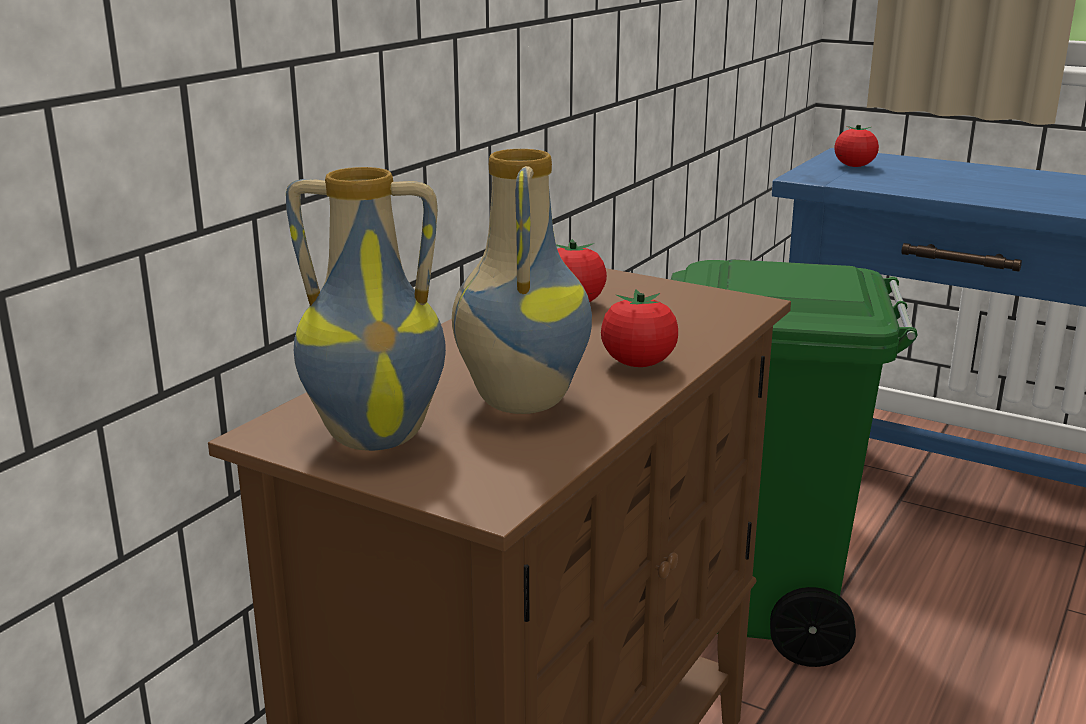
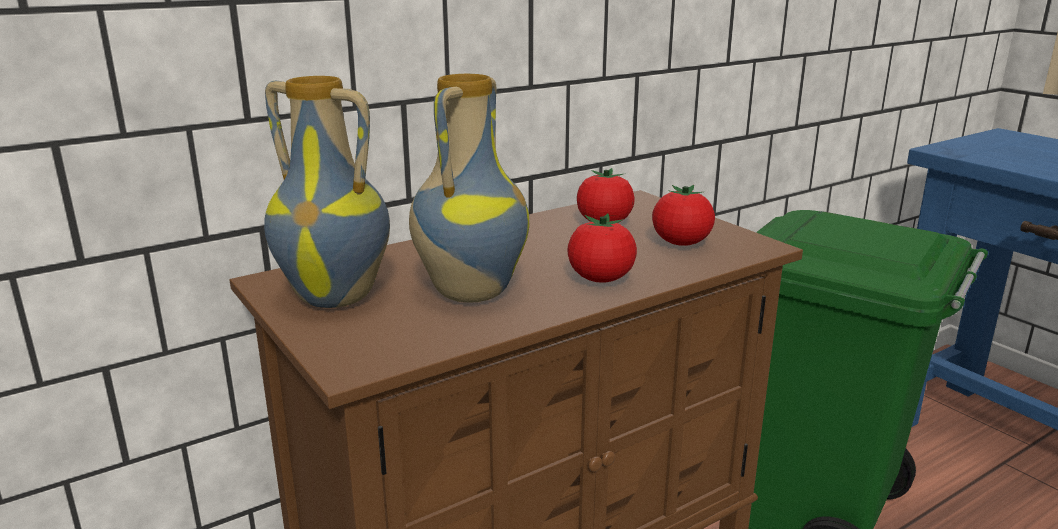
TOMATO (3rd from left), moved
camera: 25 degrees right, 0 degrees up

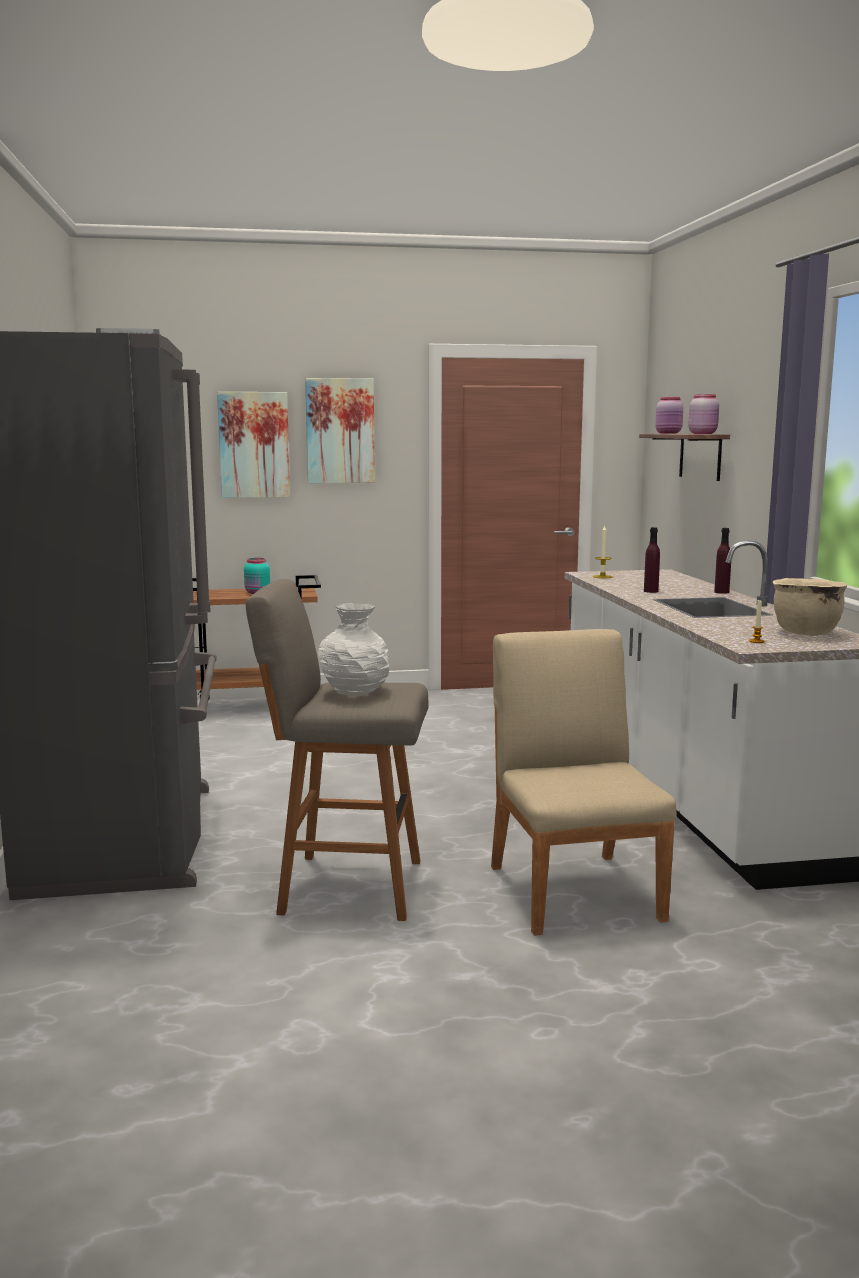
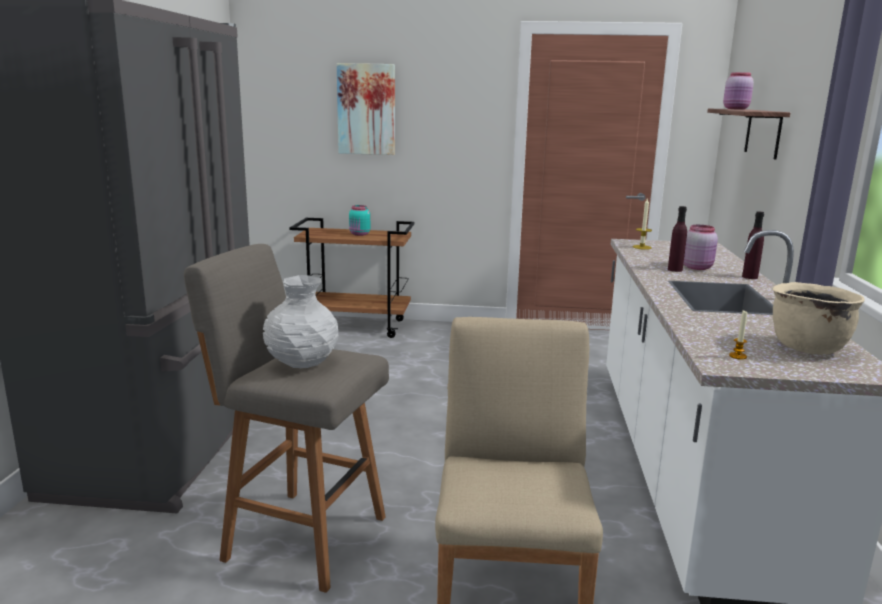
PICTURE (2nd from left) → -
PINK JAR (2nd from left in the first image) → PINK JAR (1st from left), moved
camera: 15 degrees right, 5 degrees up

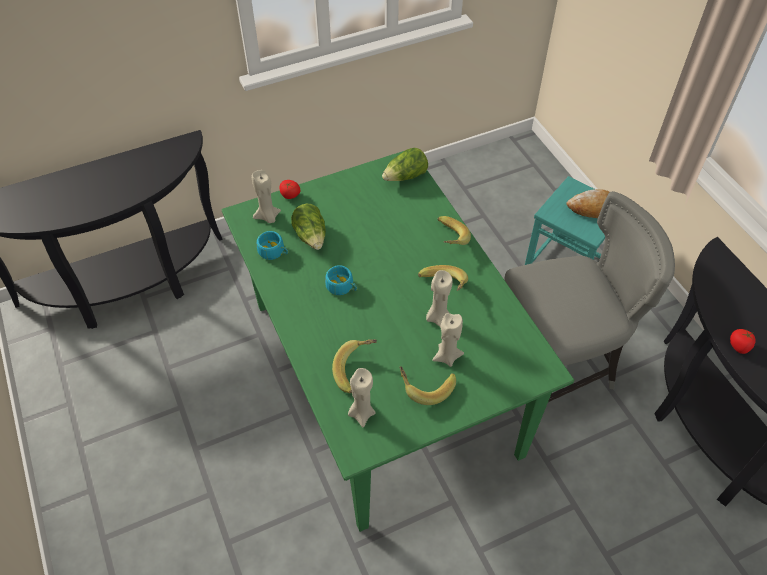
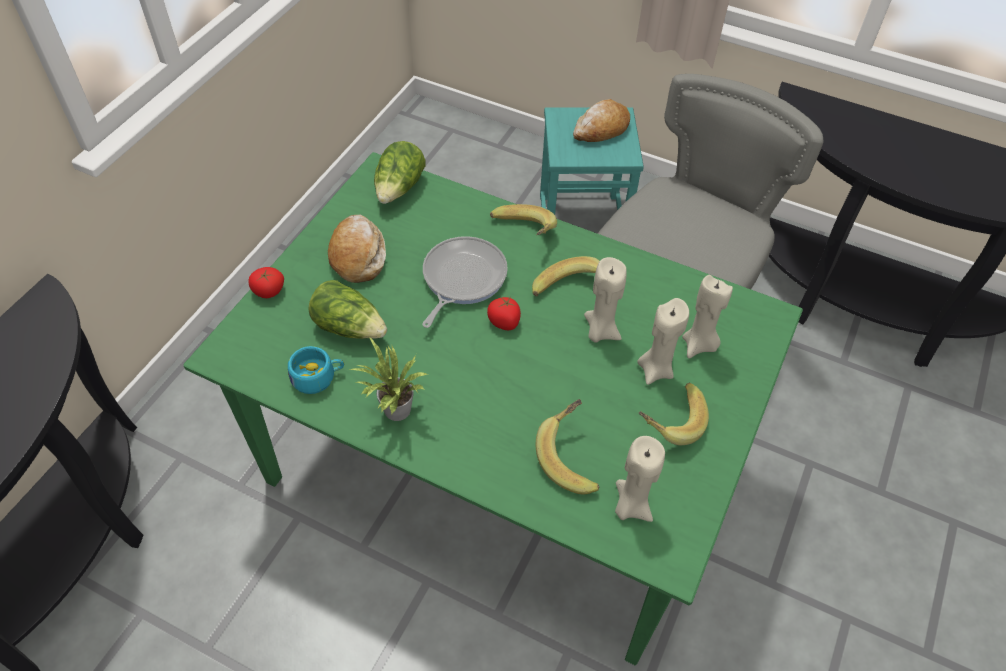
BEIGE CANDLE (1st from left in the first image) → BEIGE CANDLE (4th from left), moved
TURQUOISE CUP (2nd from left) → -
TOMATO (2nd from left), moved
- → BREAD (1st from left)
- → POTTED PLANT
- → FRYING PAN
camera: 40 degrees left, 0 degrees up

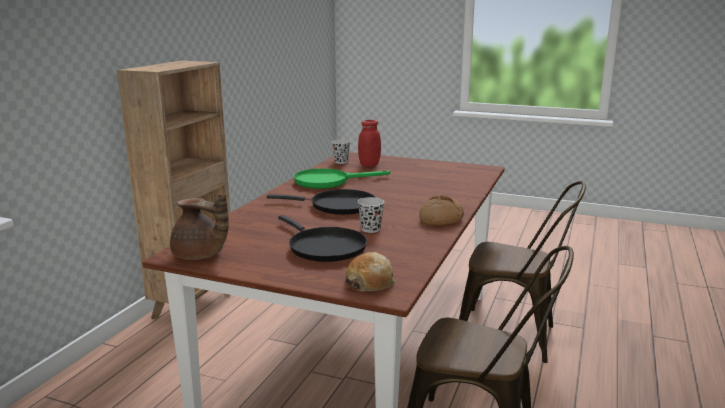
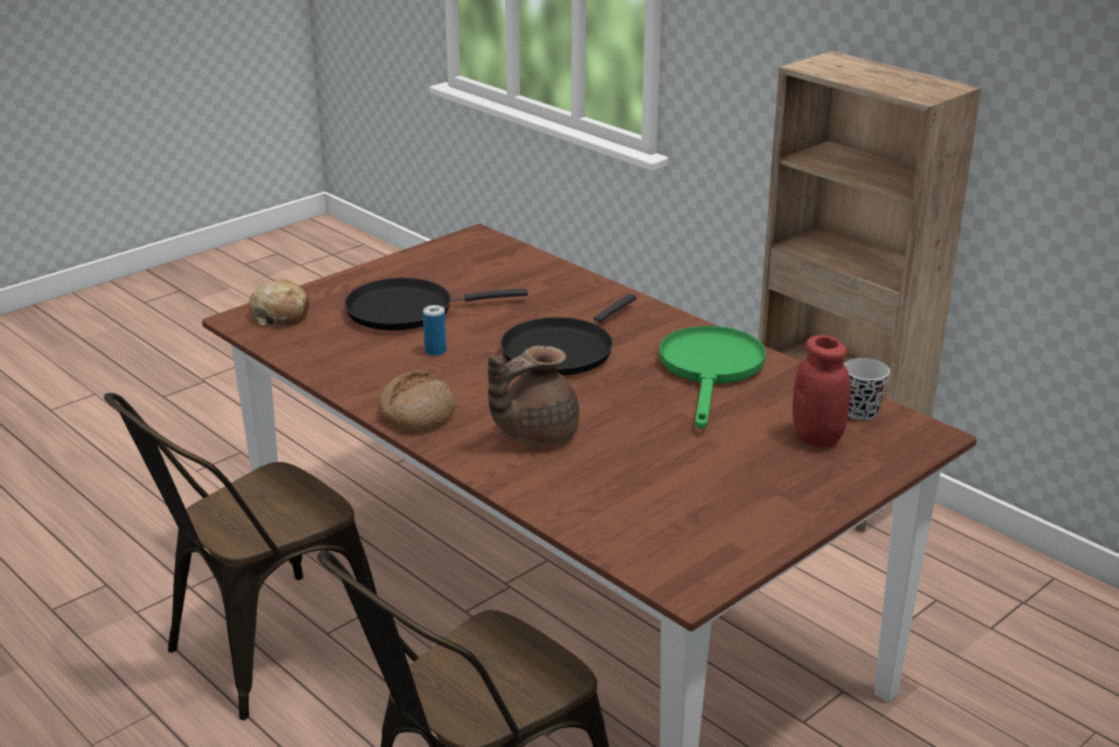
BROWN TEAPOT, moved
BLACK CUP (2nd from left) → CAN
camera: 115 degrees right, 10 degrees up

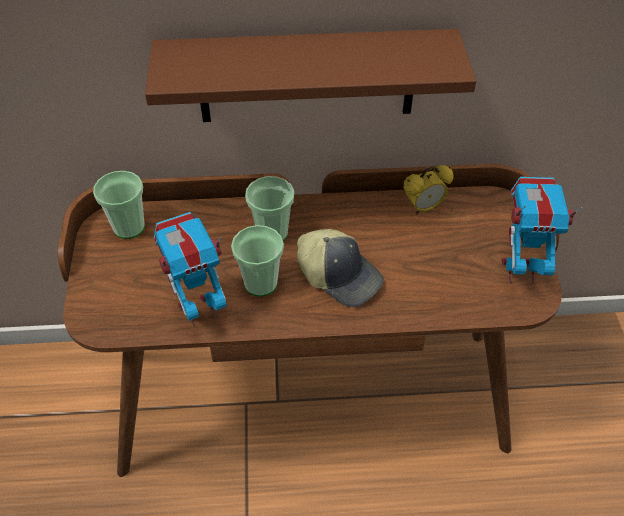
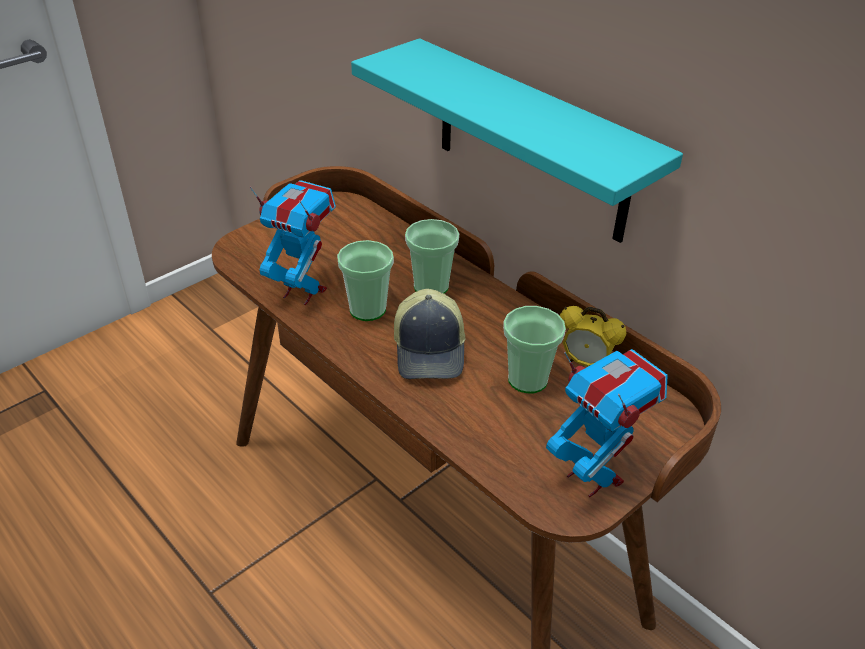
CUP (1st from left in the first image) → CUP (3rd from left), moved
BROWN SHELF → TURQUOISE SHELF
camera: 50 degrees right, 10 degrees down

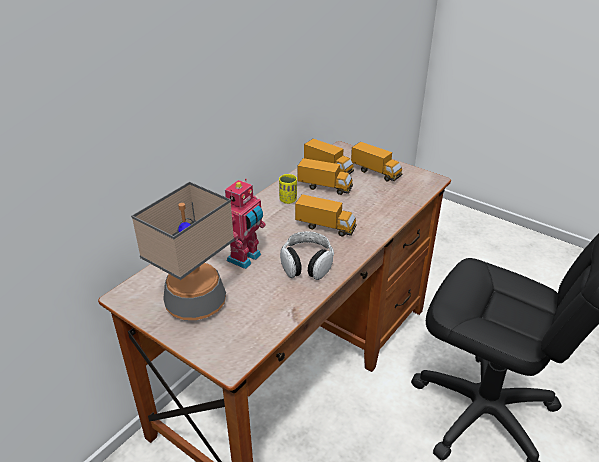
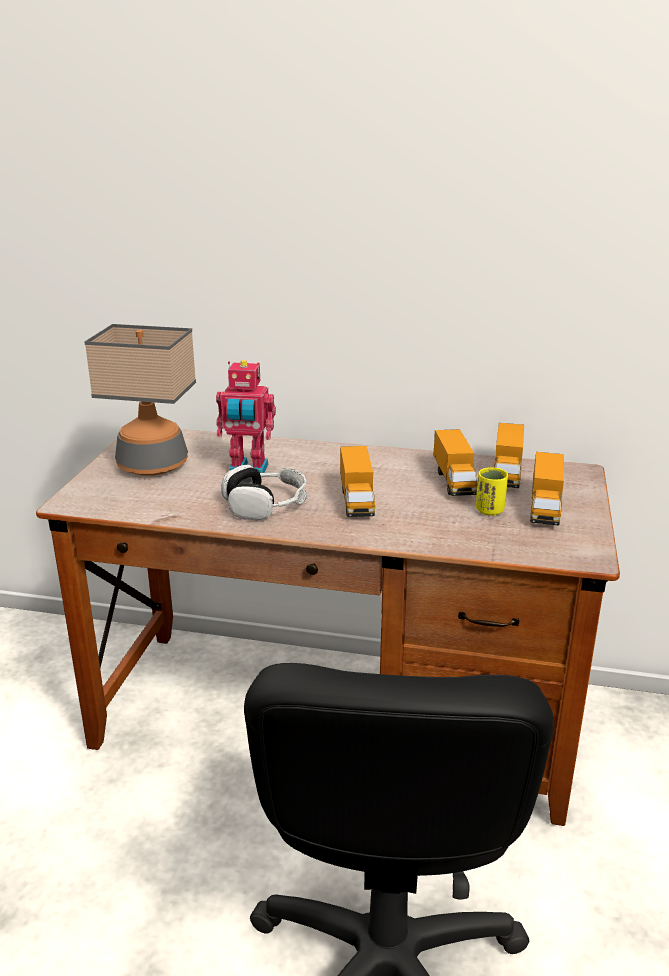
YELLOW CUP, moved
camera: 65 degrees right, 10 degrees down

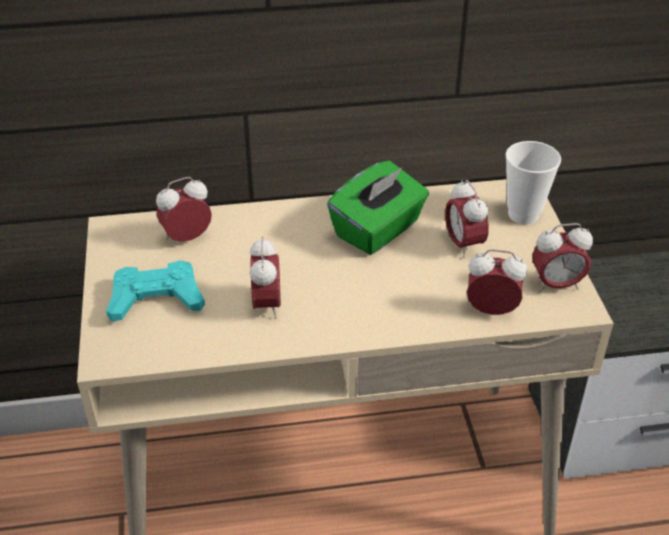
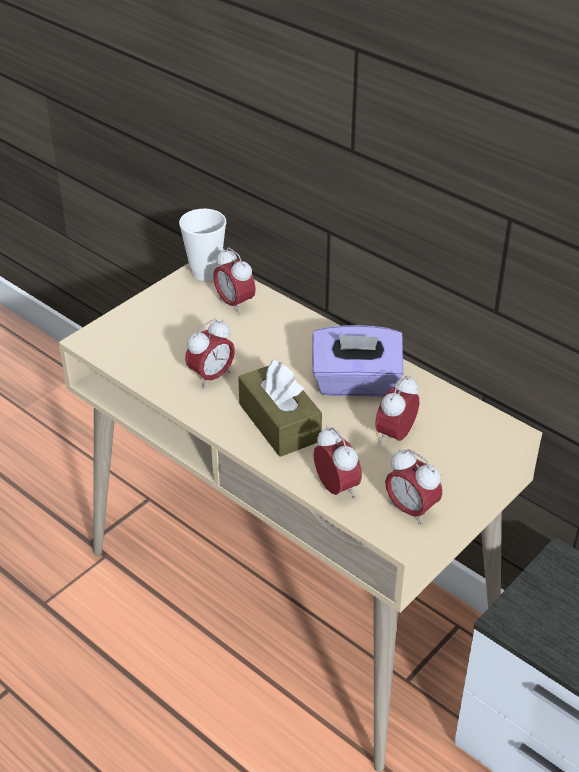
TURQUOISE GAME CONTROLLER → -
ALARM CLOCK (1st from left in the first image) → ALARM CLOCK (2nd from left), 150 degrees counterclockwise
GREEN TISSUE BOX → PURPLE TISSUE BOX
CUP, moved
- → BROWN TISSUE BOX
camera: 50 degrees right, 0 degrees up

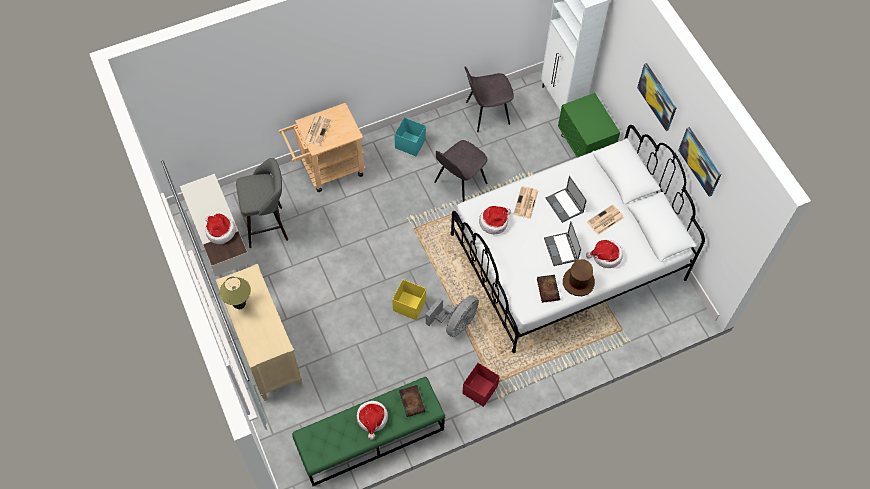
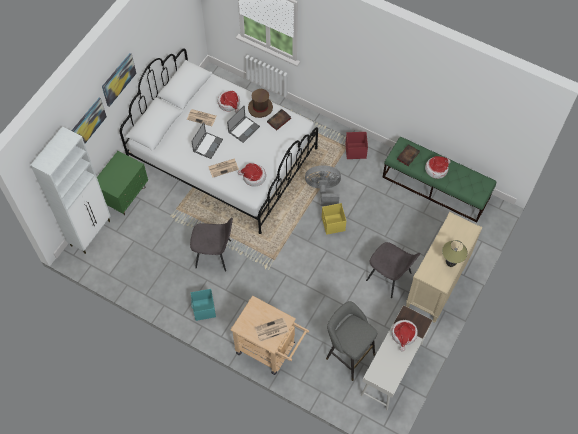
GREY CHAIR (2nd from left), moved
PICTURE (2nd from left in the first image) → PICTURE (1st from left), moved
camera: 125 degrees left, 0 degrees up

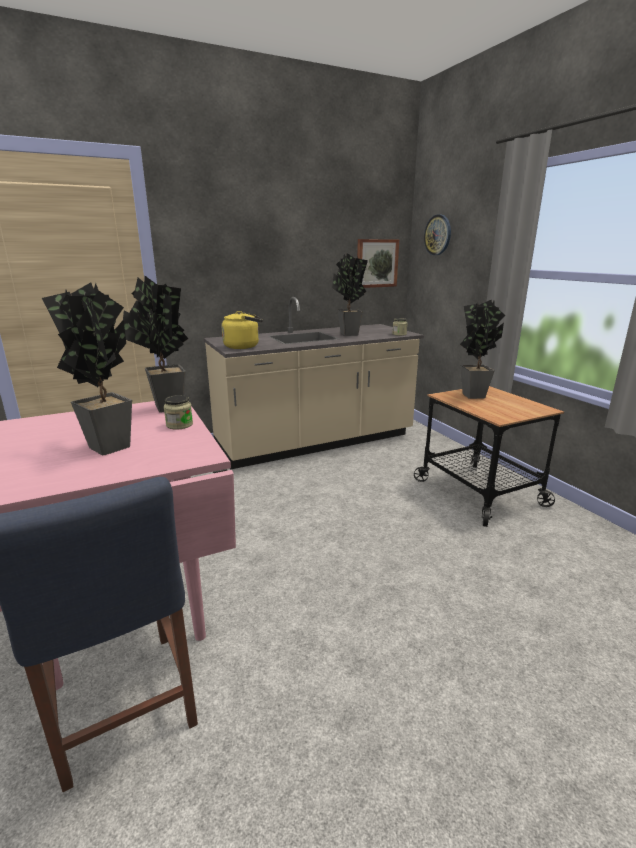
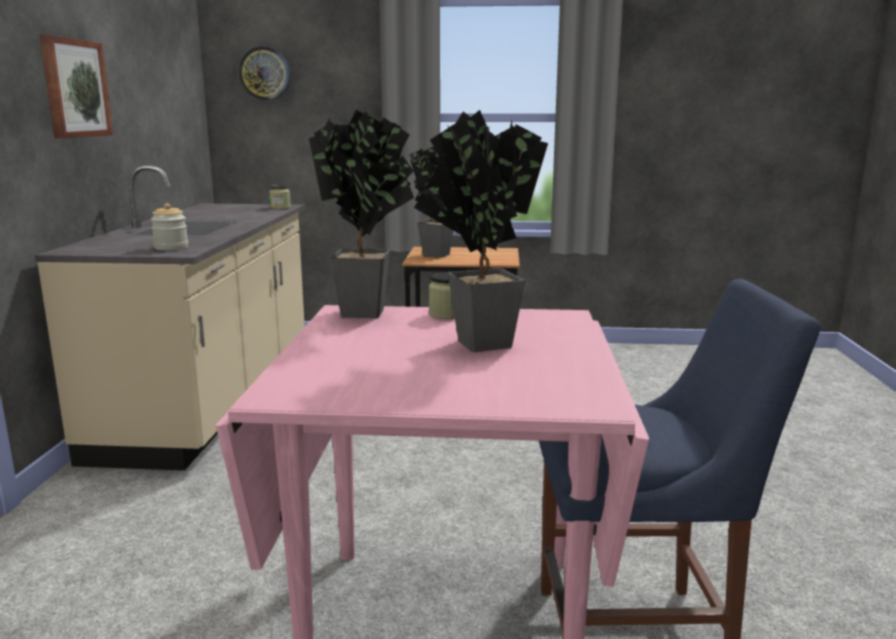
YELLOW KETTLE → JAR (1st from left)
POTTED PLANT (3rd from left) → -
PICTURE, moved
camera: 60 degrees left, 5 degrees down

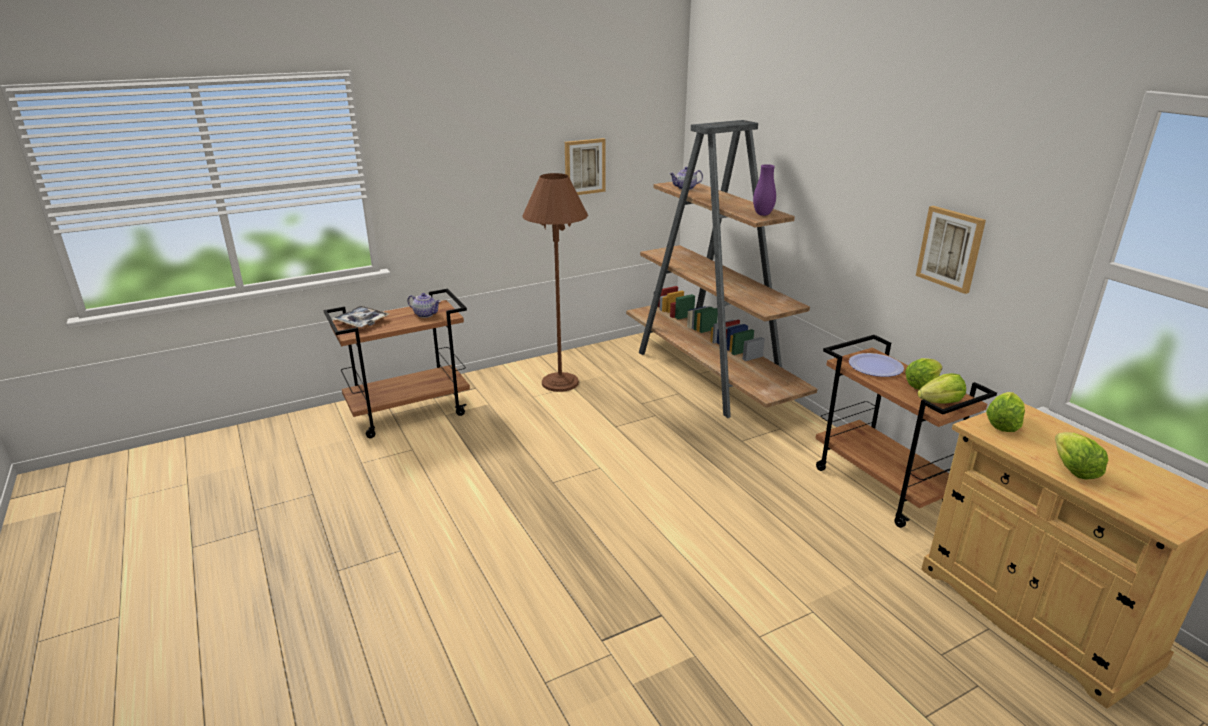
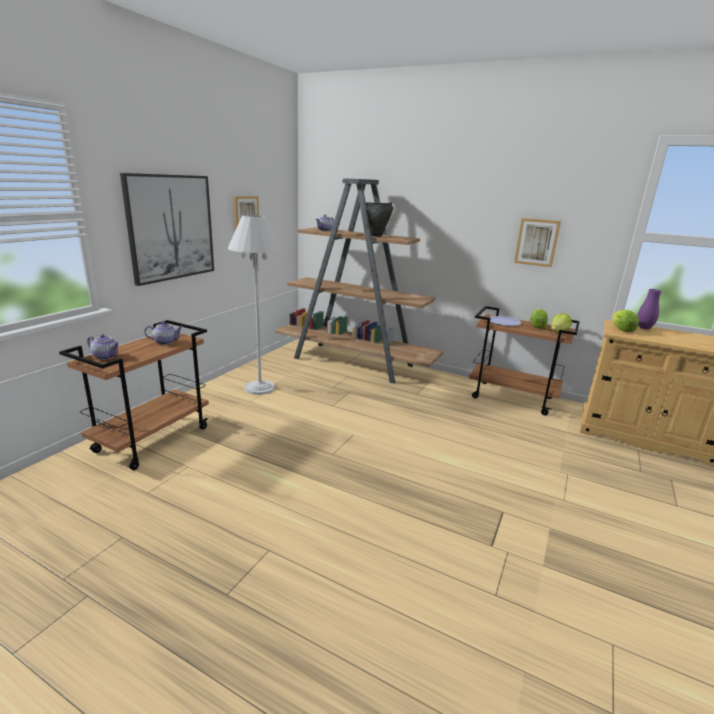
TRAY → TEAPOT (1st from left)
BROWN FLOOR LAMP → WHITE FLOOR LAMP
PURPLE VASE, moved
LETTUCE (4th from left) → -
- → PICTURE (1st from left)
- → BLACK COOKING POT
camera: 35 degrees left, 5 degrees down

